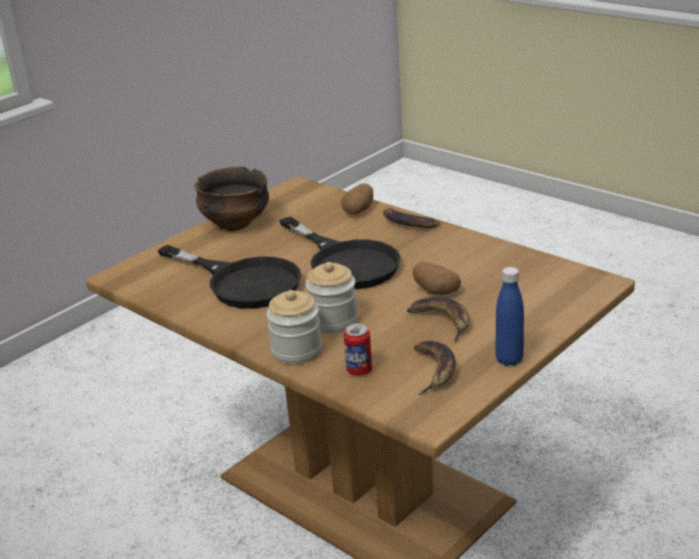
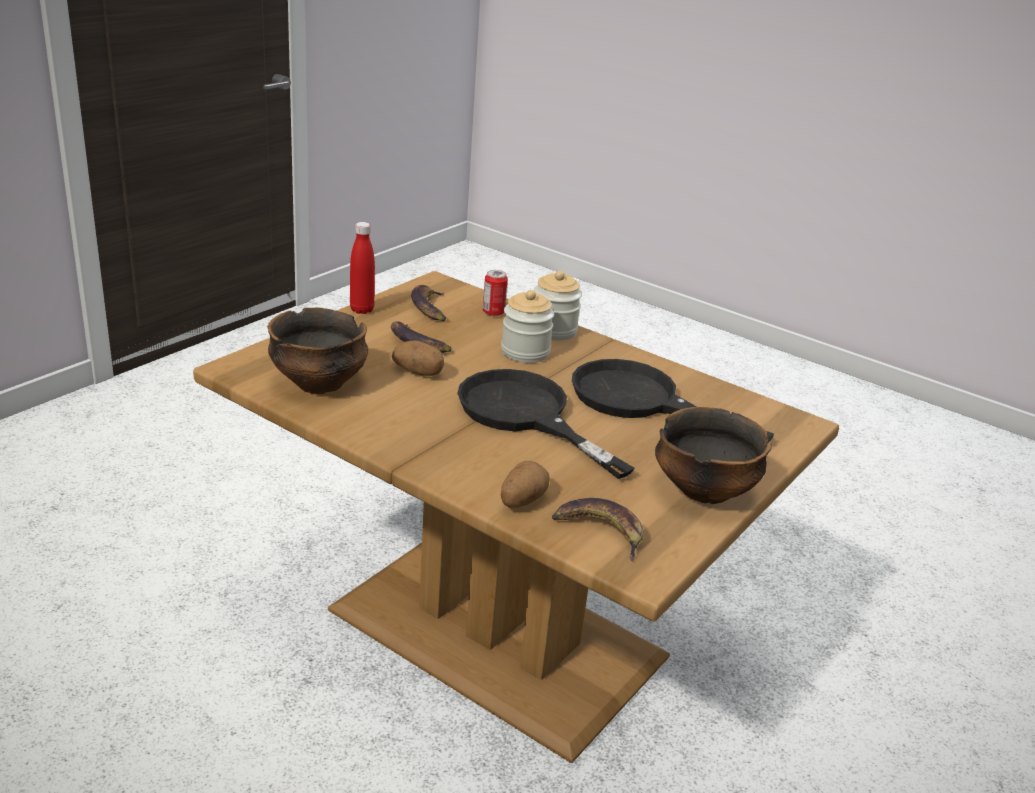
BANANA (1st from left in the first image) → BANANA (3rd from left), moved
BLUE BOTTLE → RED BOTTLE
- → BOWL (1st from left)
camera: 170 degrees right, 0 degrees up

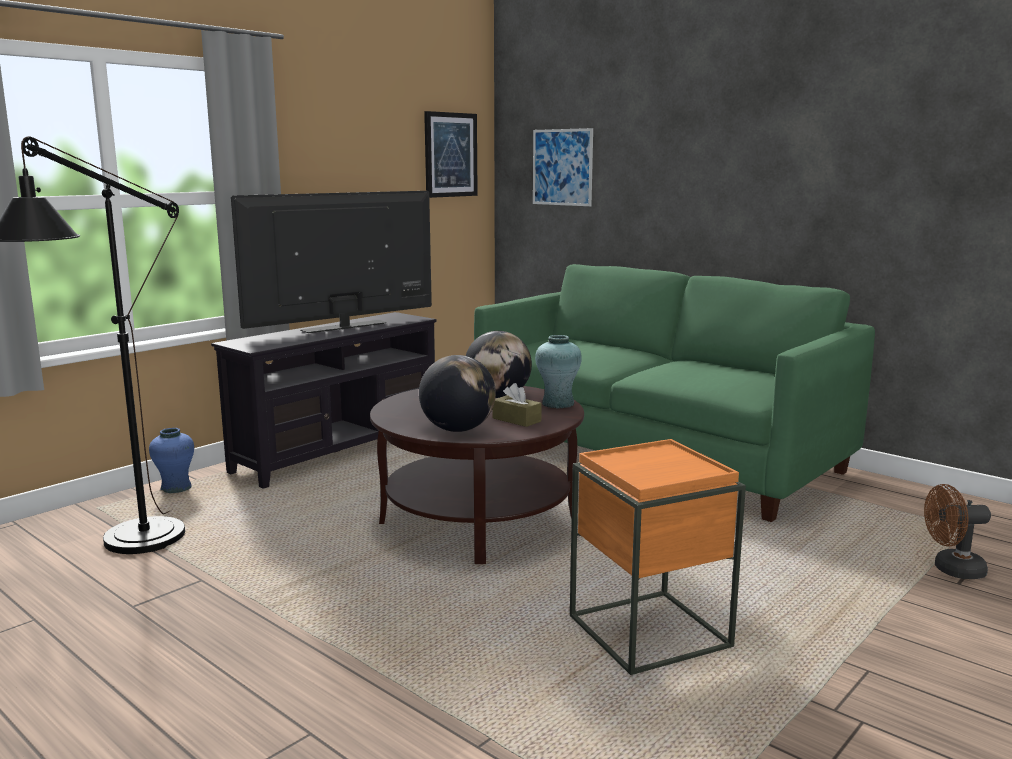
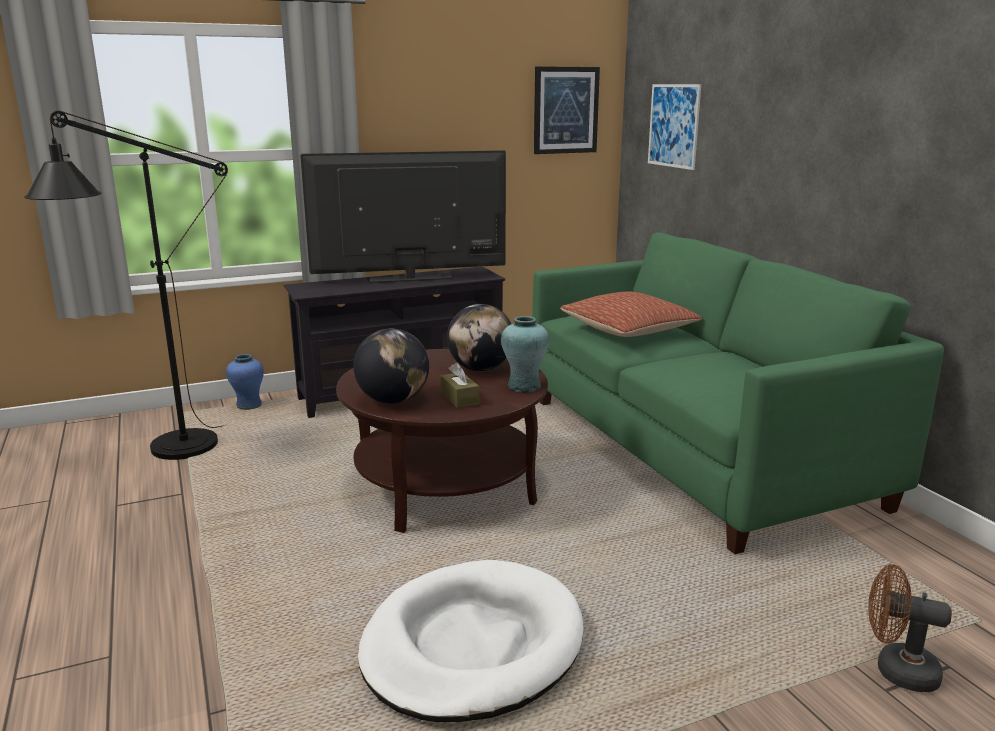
ORANGE SIDE TABLE → WHITE DOG BED
- → PILLOW
camera: 25 degrees right, 5 degrees up

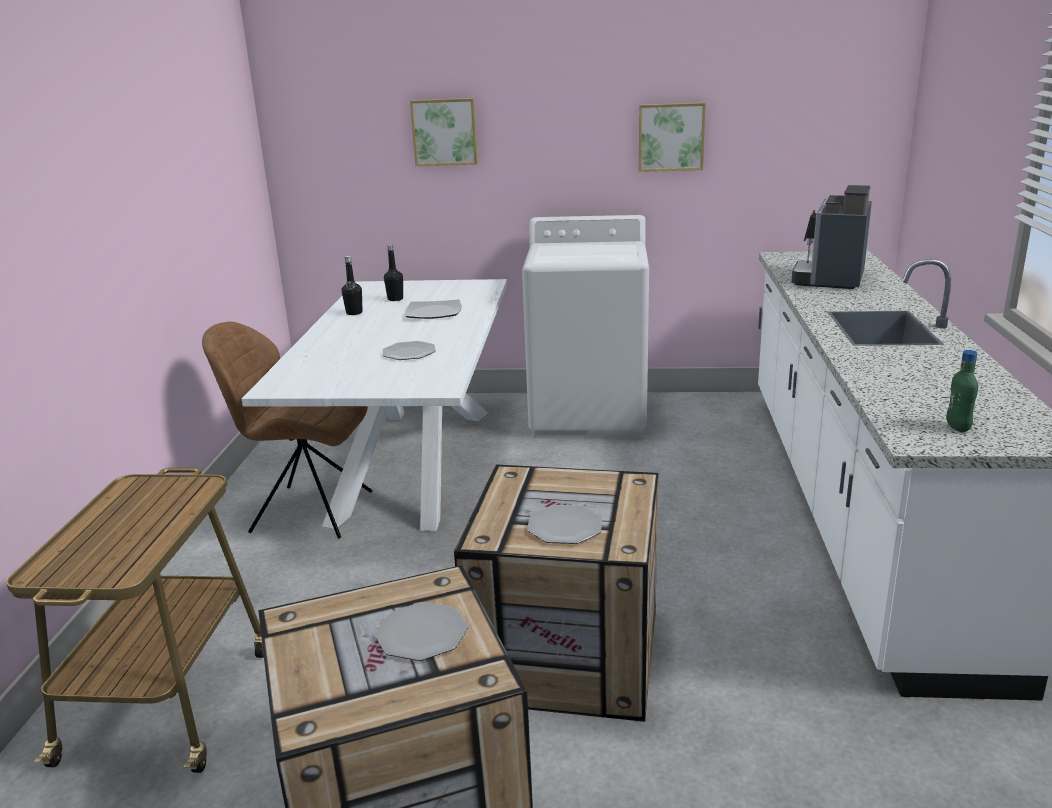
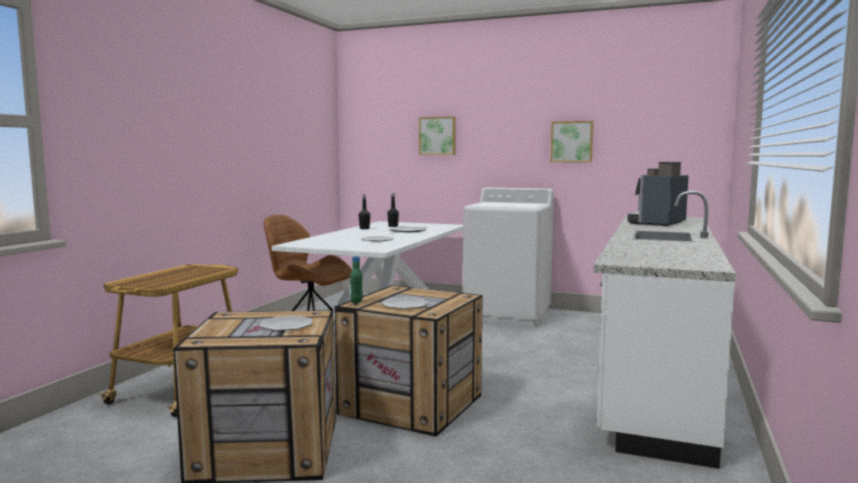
GREEN BOTTLE, moved
camera: 15 degrees right, 15 degrees down

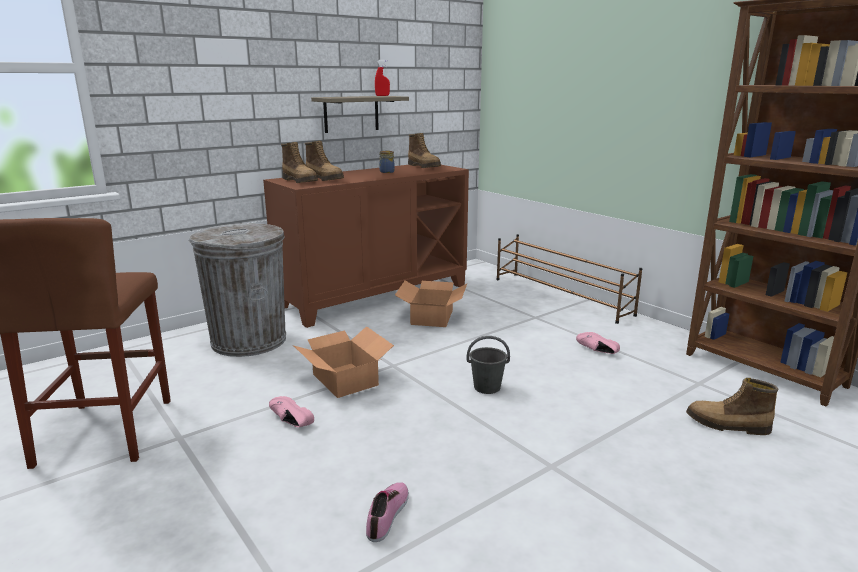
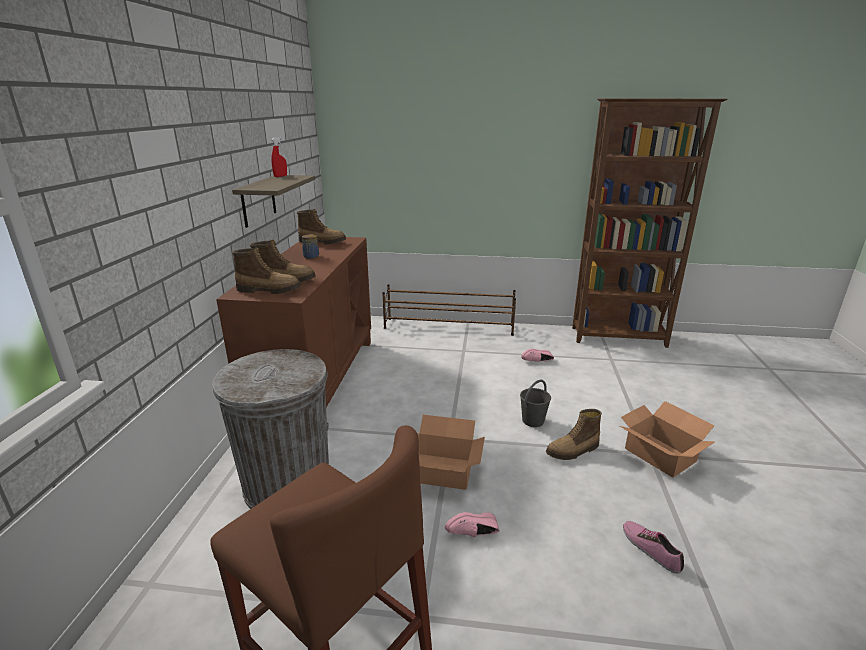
CARDBOARD BOX (2nd from left), moved
BOOT (4th from left), moved
camera: 45 degrees left, 5 degrees up

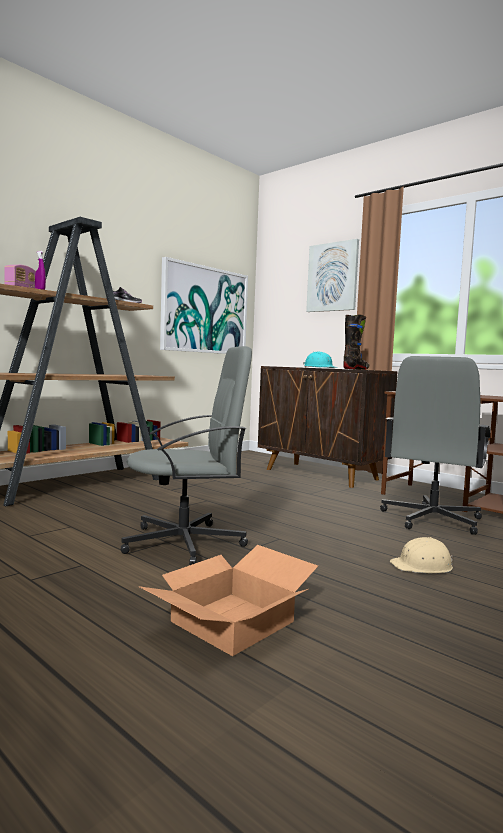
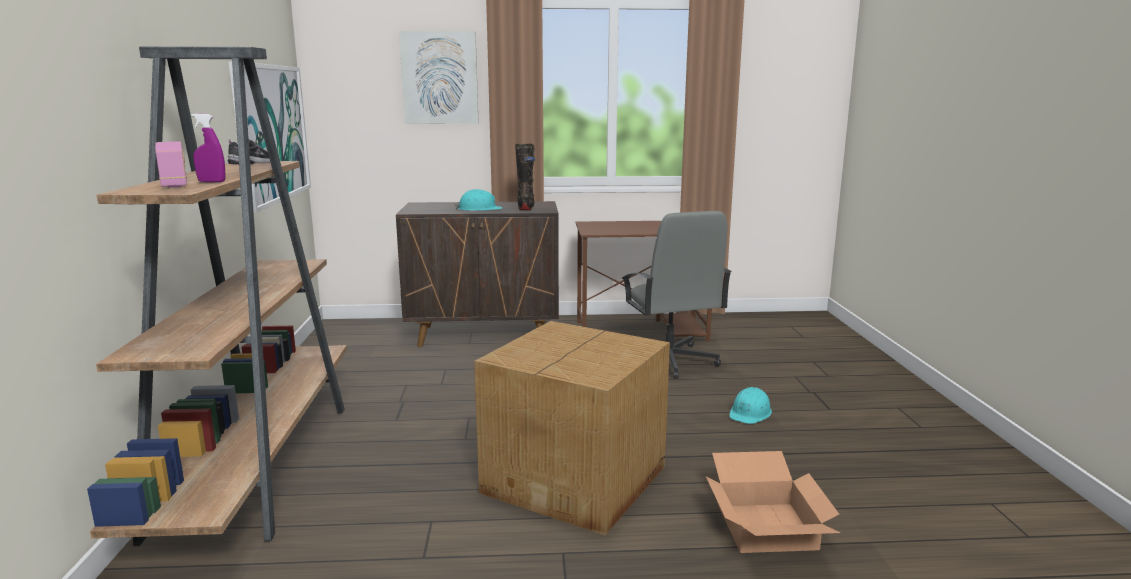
GREY OFFICE CHAIR (1st from left) → CARDBOARD BOX (1st from left)
BEIGE HARD HAT → TURQUOISE HARD HAT (2nd from left)
camera: 45 degrees left, 10 degrees up

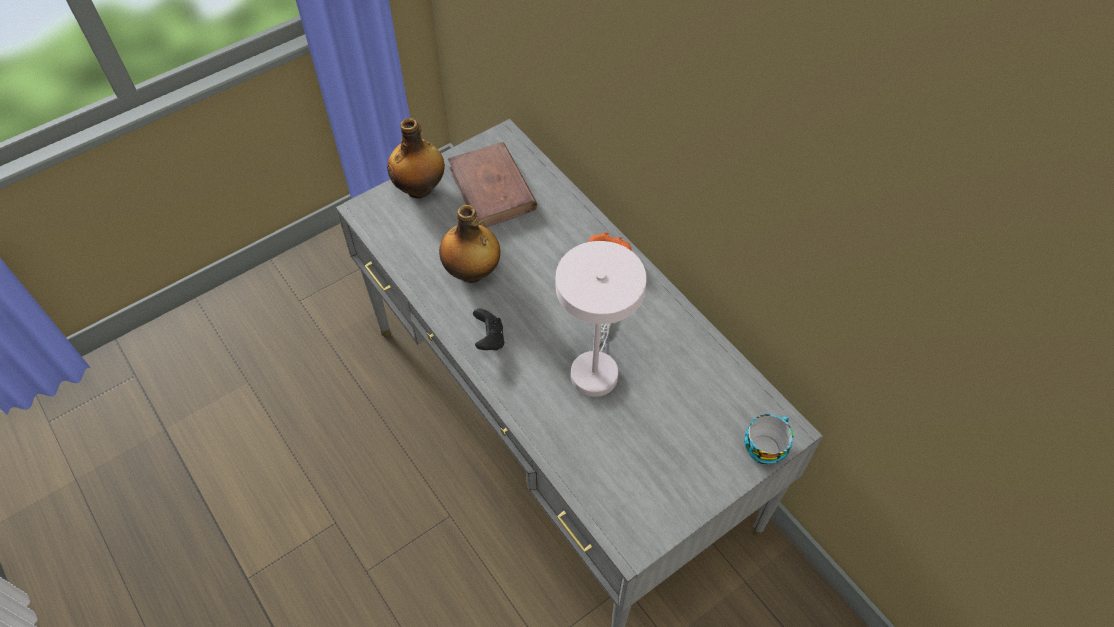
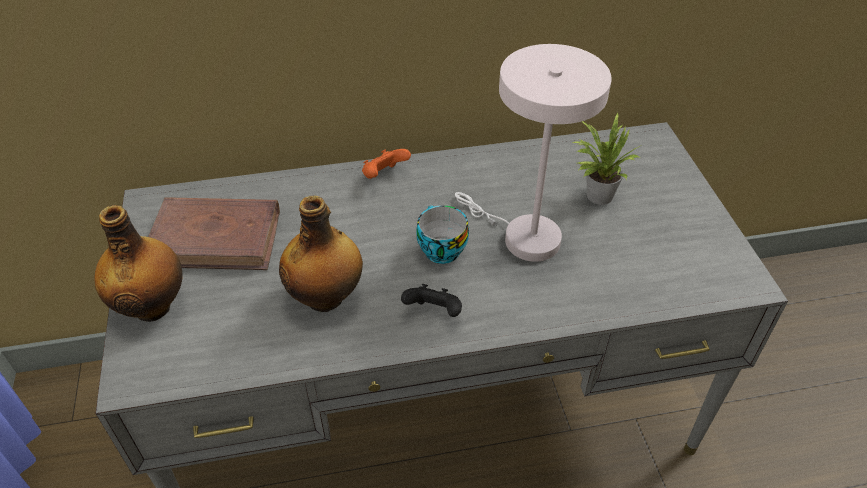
CUP, moved
- → POTTED PLANT
camera: 65 degrees left, 10 degrees down

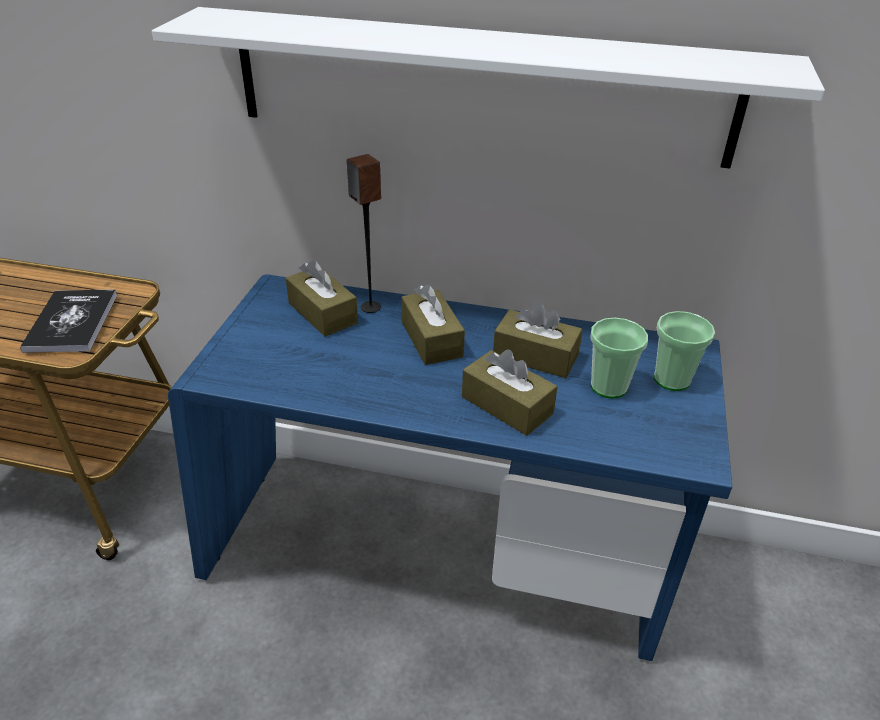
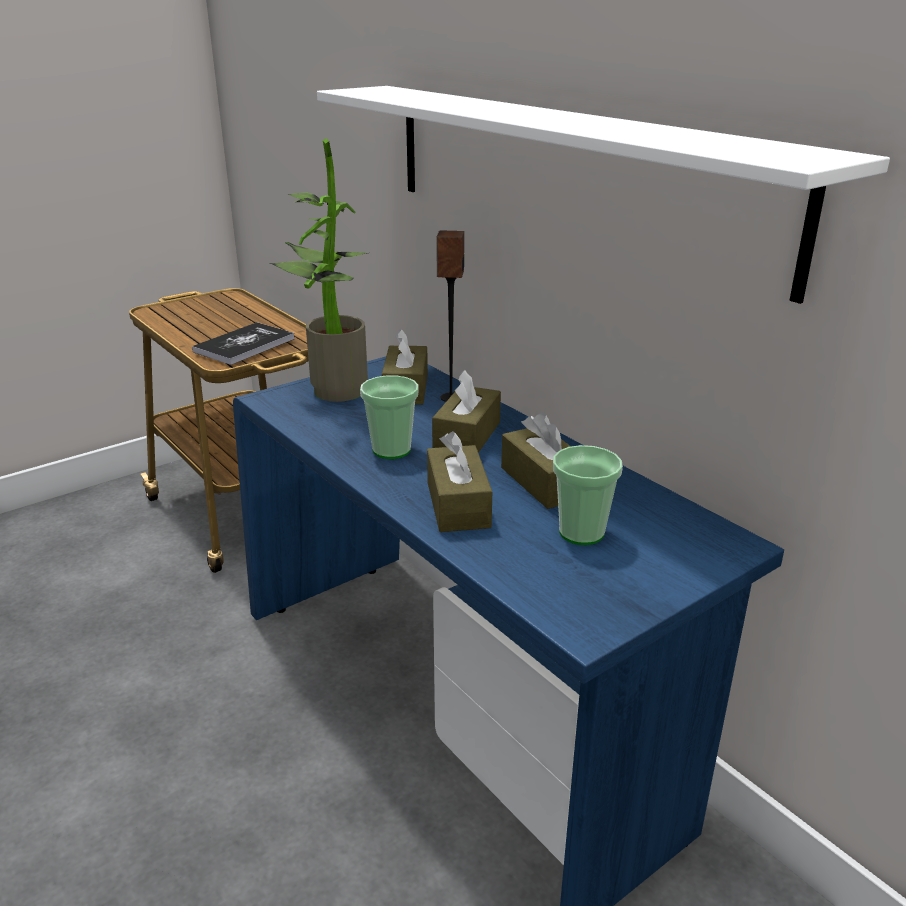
CUP (2nd from left in the first image) → CUP (1st from left), moved
- → POTTED PLANT
camera: 40 degrees right, 10 degrees down

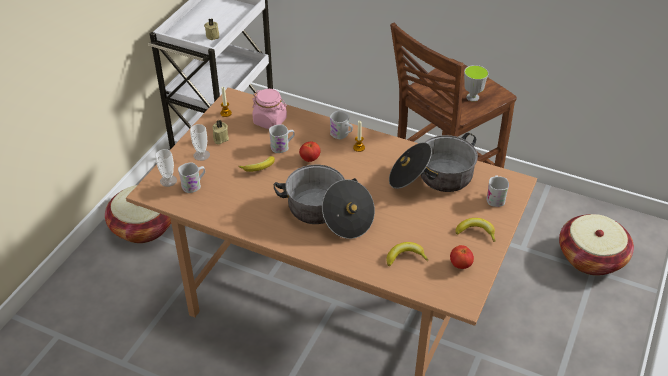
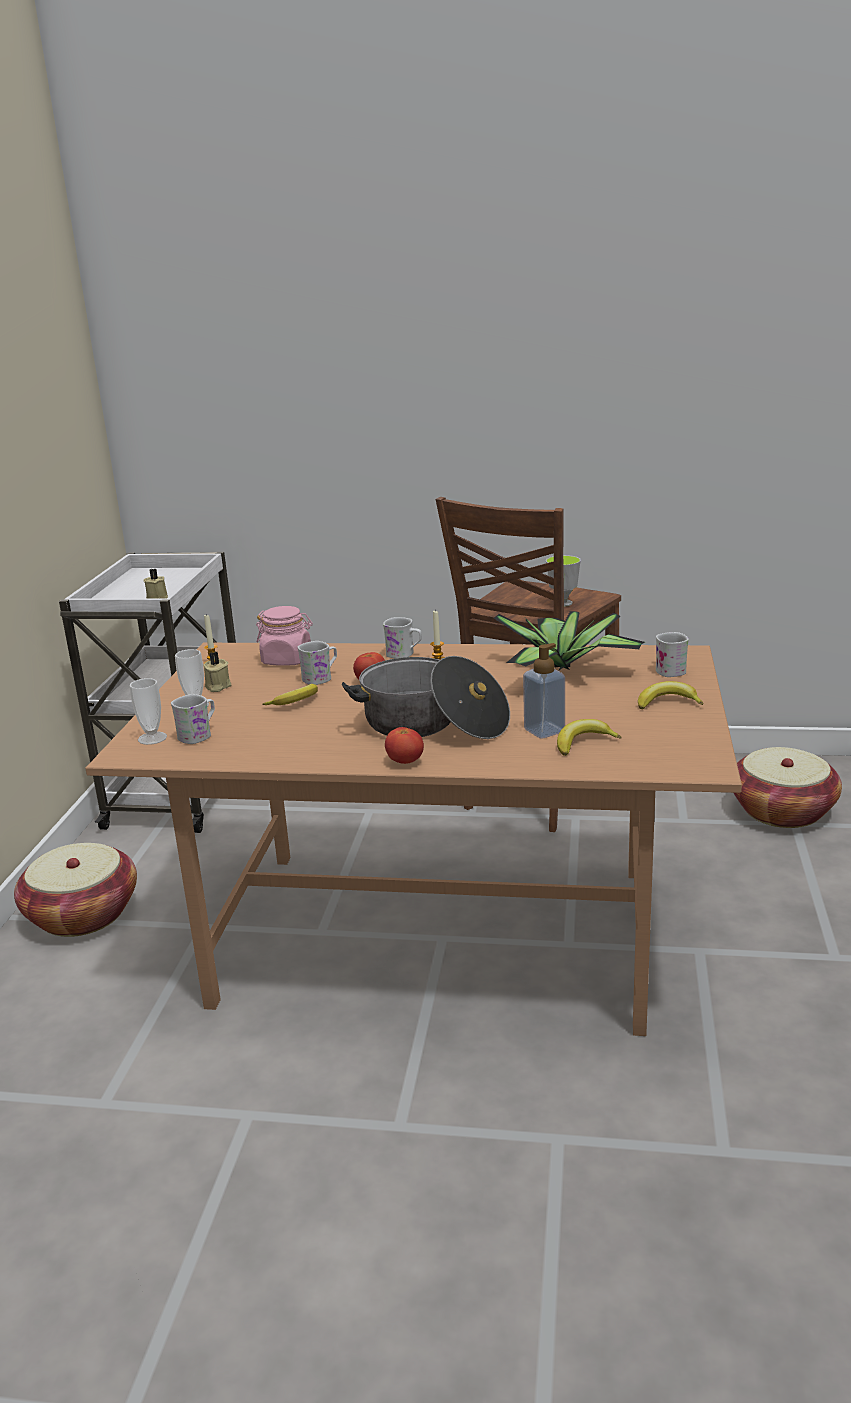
COOKING POT (2nd from left) → POTTED PLANT
TOMATO (2nd from left), moved
- → SOAP DISPENSER
camera: 15 degrees left, 20 degrees down

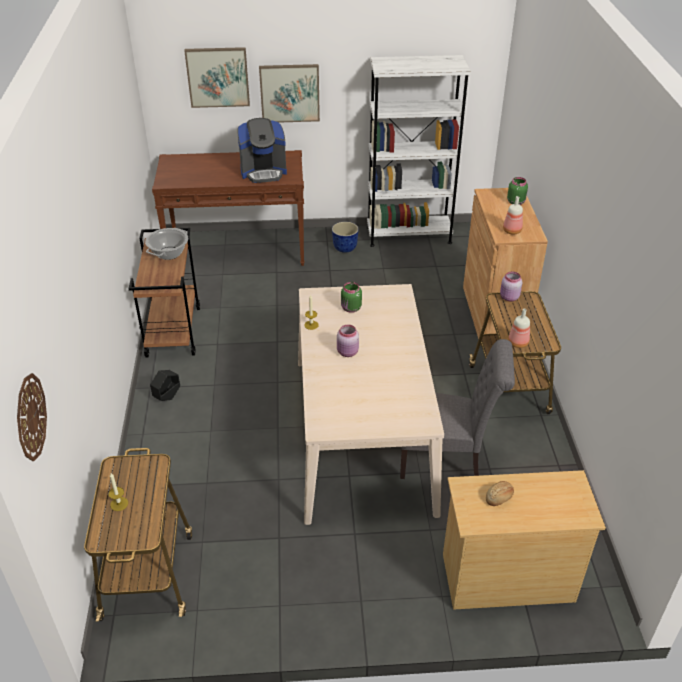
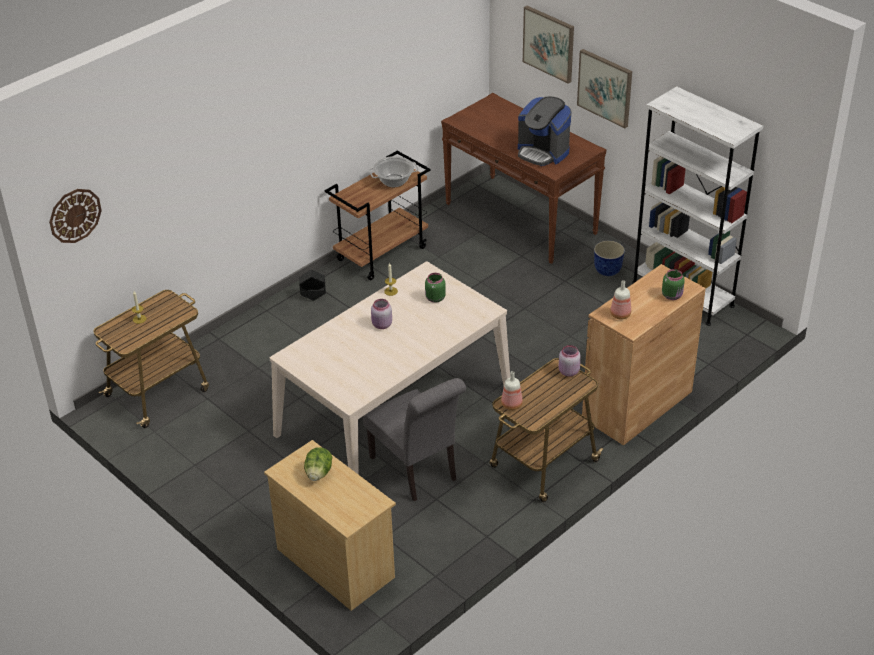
BREAD → LETTUCE
camera: 50 degrees right, 0 degrees up

